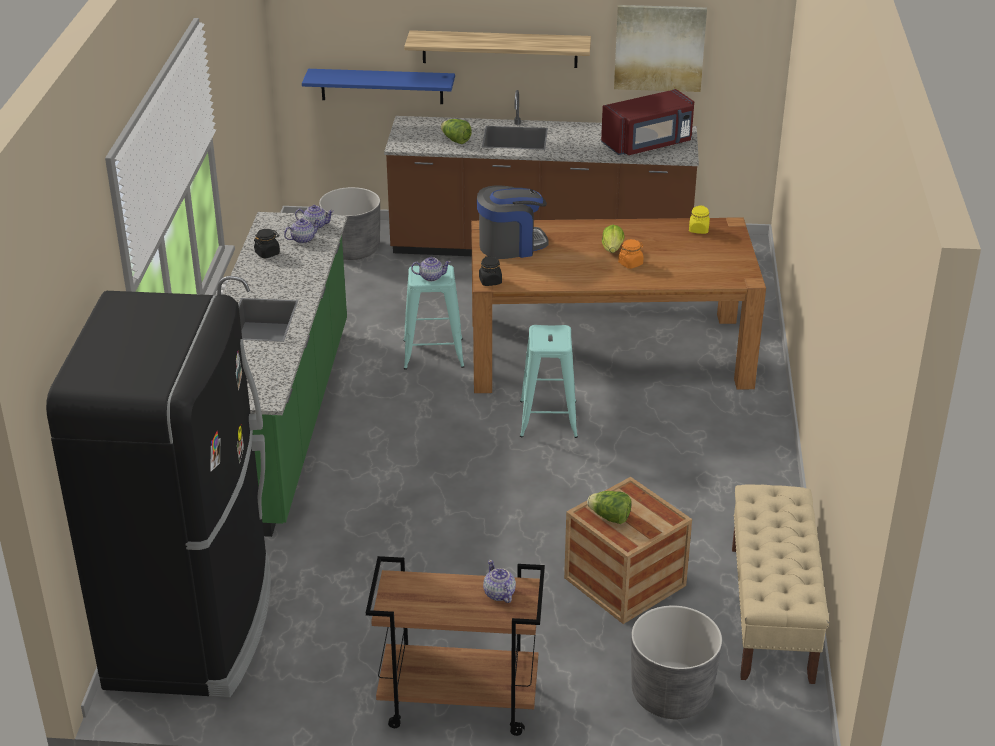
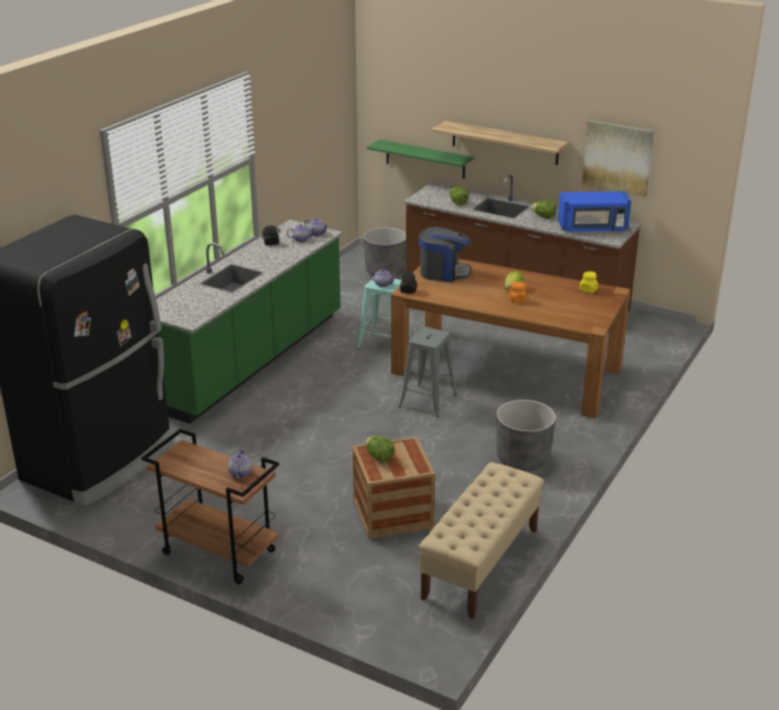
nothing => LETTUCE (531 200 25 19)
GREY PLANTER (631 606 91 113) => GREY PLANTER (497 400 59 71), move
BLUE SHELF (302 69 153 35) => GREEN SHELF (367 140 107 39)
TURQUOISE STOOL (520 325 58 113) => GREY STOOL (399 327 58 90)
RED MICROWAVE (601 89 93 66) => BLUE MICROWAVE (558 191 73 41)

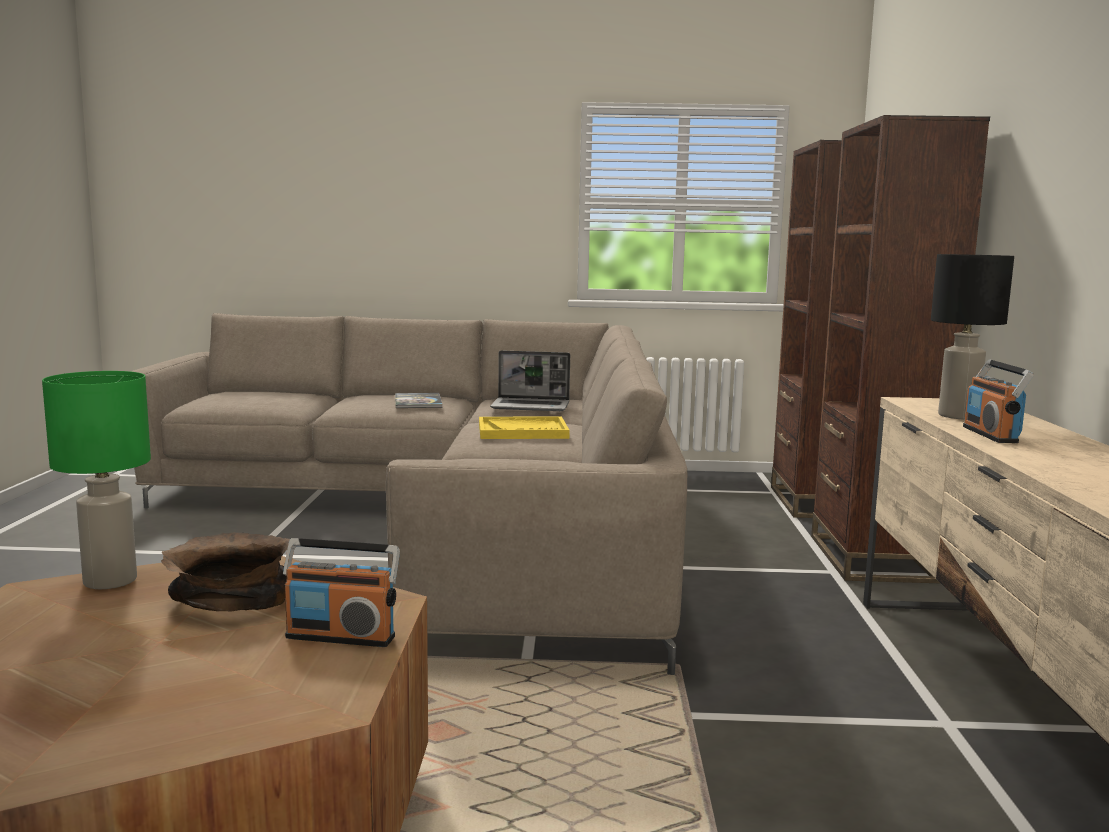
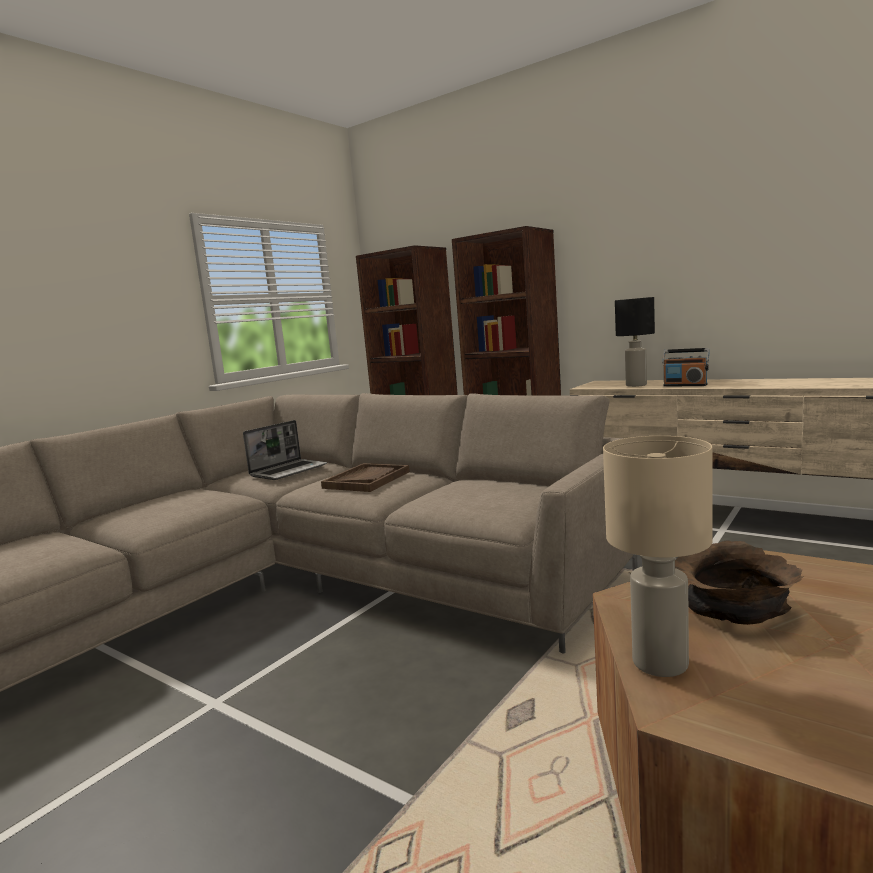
RADIO (283 538 117 109) => nothing
BOOK (395 393 48 15) => nothing
GREEN TABLE LAMP (42 371 109 218) => BEIGE TABLE LAMP (603 436 110 241)
YELLOW TRAY (479 417 91 22) => BROWN TRAY (321 463 89 29)

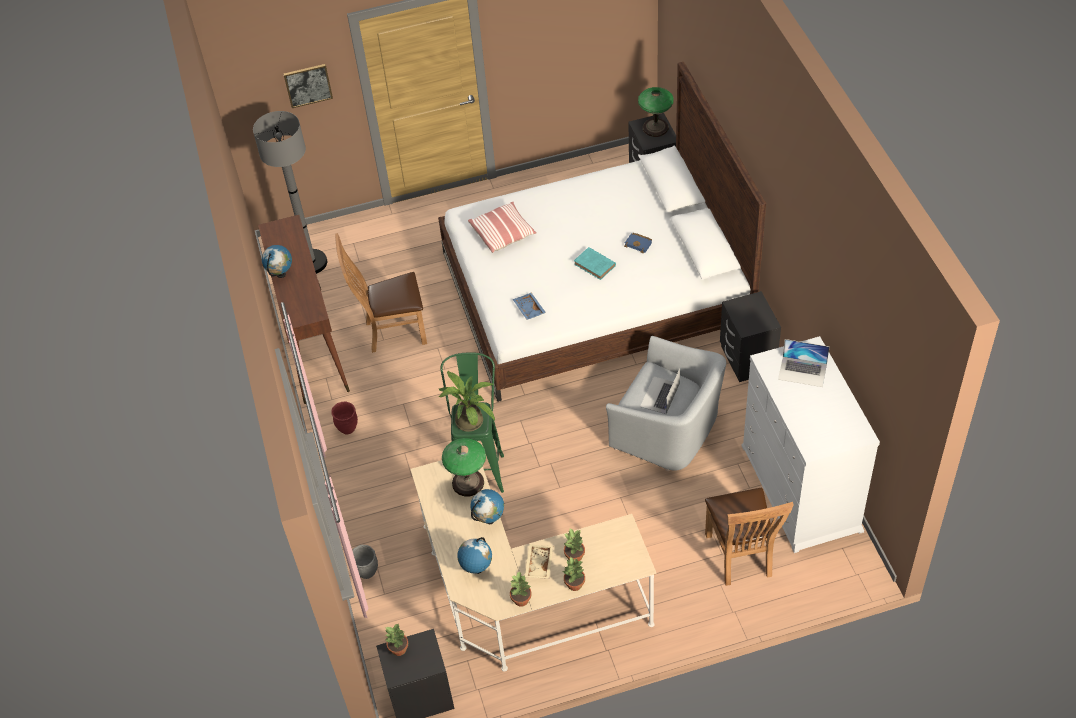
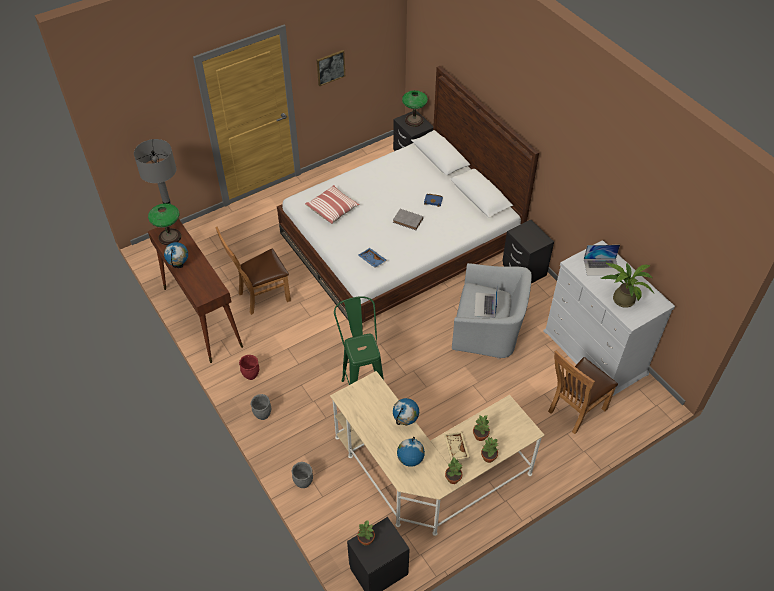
nothing => GREY PLANTER (250 394 21 26)
PICTURE (284 64 49 44) => PICTURE (317 50 28 36), move
POTTED PLANT (438 371 57 61) => POTTED PLANT (601 263 53 45), move
TABLE LAMP (442 438 44 58) => TABLE LAMP (148 203 33 42), move
TURQUOISE BOOK (574 247 42 33) => GREY BOOK (393 209 31 21)
BROWN CHAIR (705 488 89 98) => BROWN CHAIR (548 350 70 84), 75 degrees clockwise

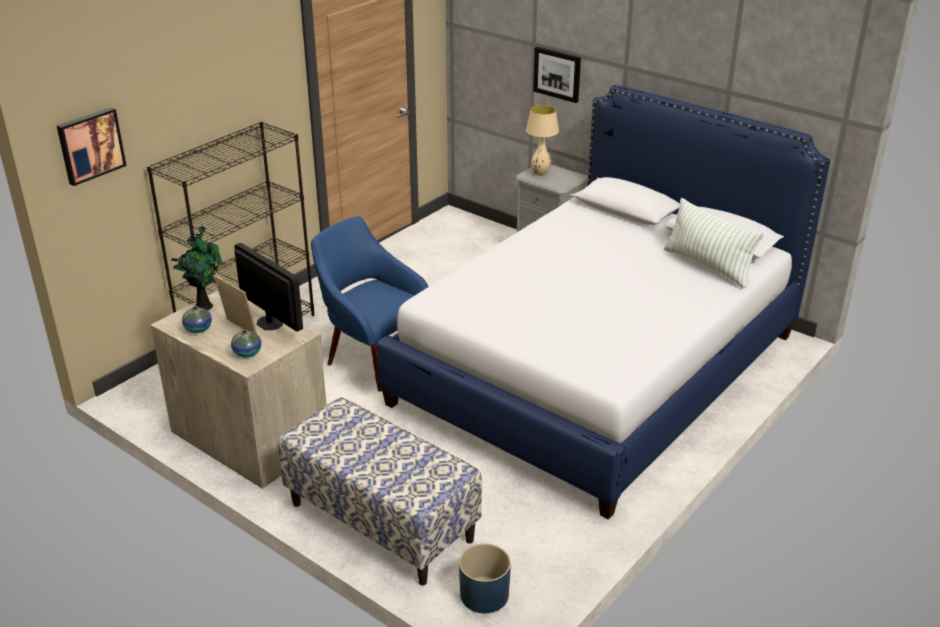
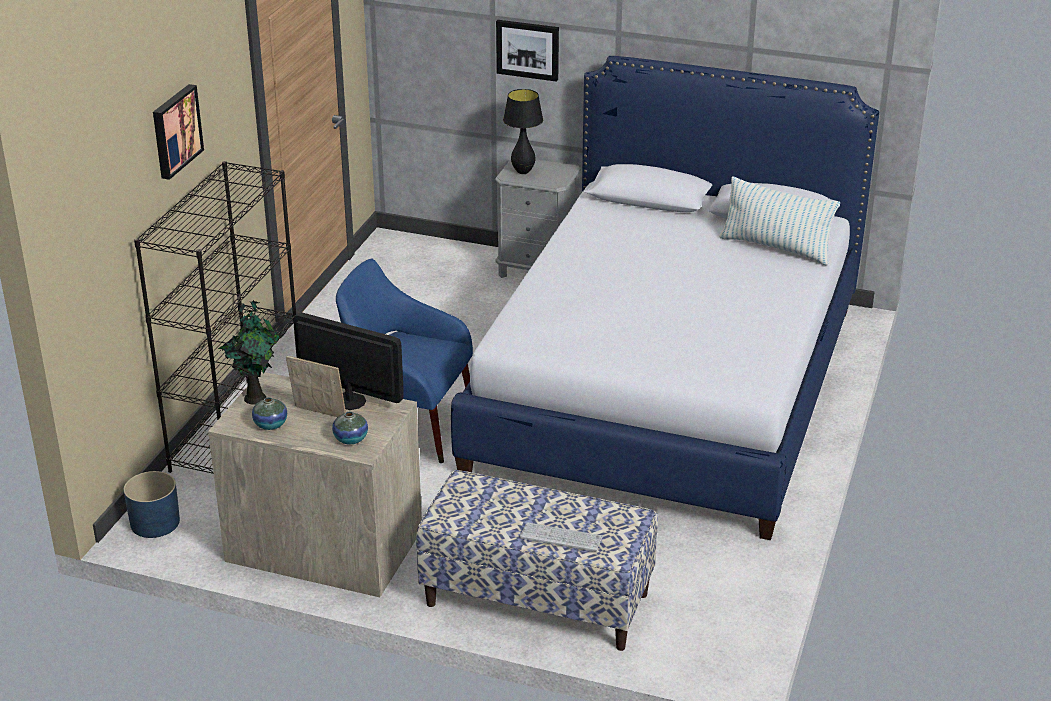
nothing => KEYBOARD (520 522 83 30)
PICTURE (57 107 69 79) => PICTURE (153 84 51 96), move
BLUE PLANTER (459 544 52 69) => BLUE PLANTER (124 471 56 67), move
BEIGE TABLE LAMP (526 105 33 71) => BLACK TABLE LAMP (503 89 40 85)

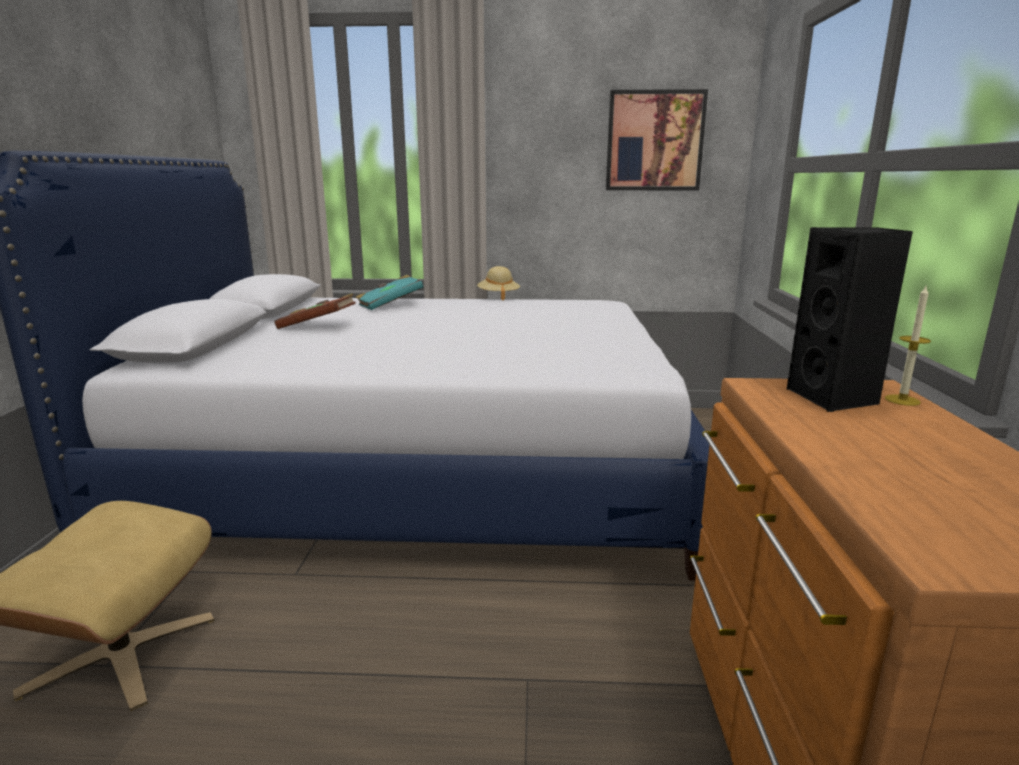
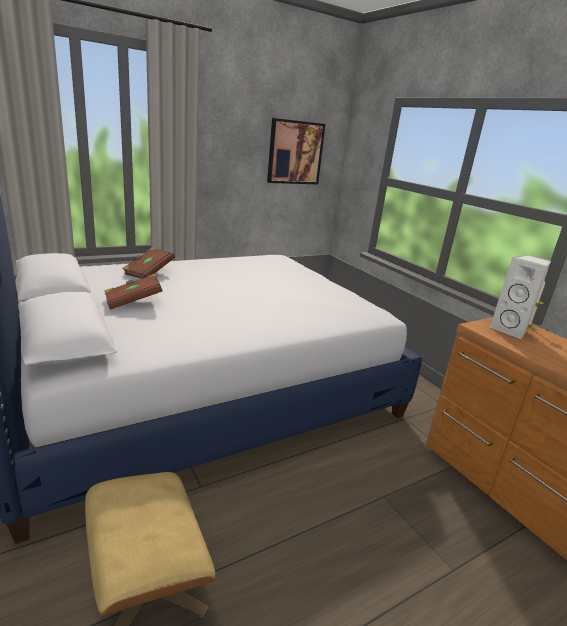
BEIGE HAT (477 266 43 35) => nothing
TURQUOISE BOOK (356 275 67 35) => BROWN BOOK (122 247 53 32)
BLACK SPEAKER (786 227 127 185) => WHITE SPEAKER (490 255 61 84)

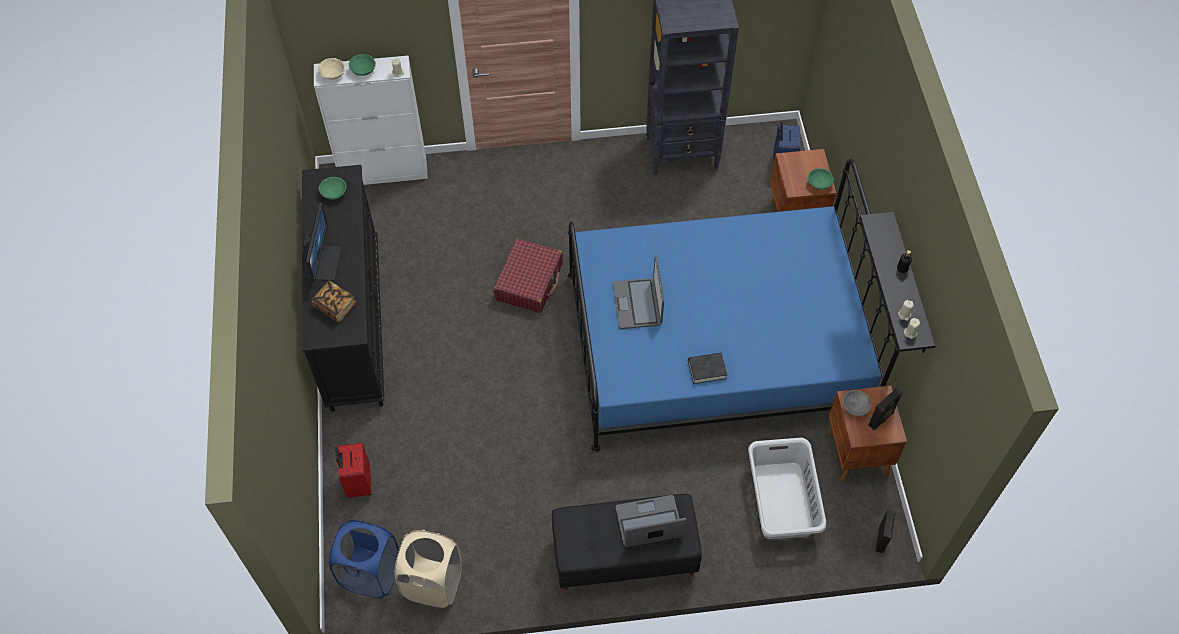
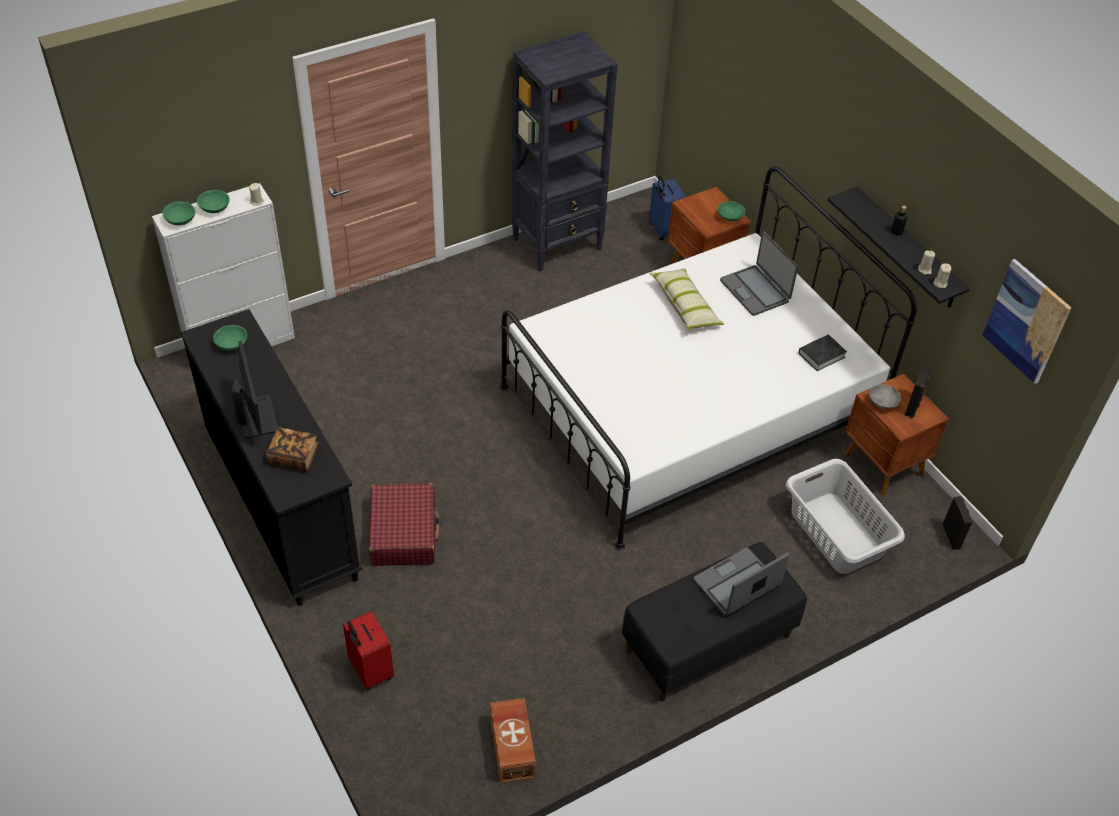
BLUE LAUNDRY BASKET (329 520 70 78) => nothing
nothing => PILLOW (649 268 75 62)
nothing => PICTURE (983 259 89 125)
RED SUITCASE (494 238 69 75) => RED SUITCASE (369 483 71 83), move
LAPTOP (613 255 51 74) => LAPTOP (720 231 78 85), move
BLACK BOOK (688 353 40 31) => BLACK BOOK (799 335 48 36), move
BEIGE LAUNDRY BASKET (395 530 67 78) => BROWN STORAGE BOX (490 698 46 85)
BEIGE BOWL (318 58 27 22) => GREEN BOWL (162 201 33 24)
BLUE BED (568 159 331 293) => WHITE BED (499 167 418 383)

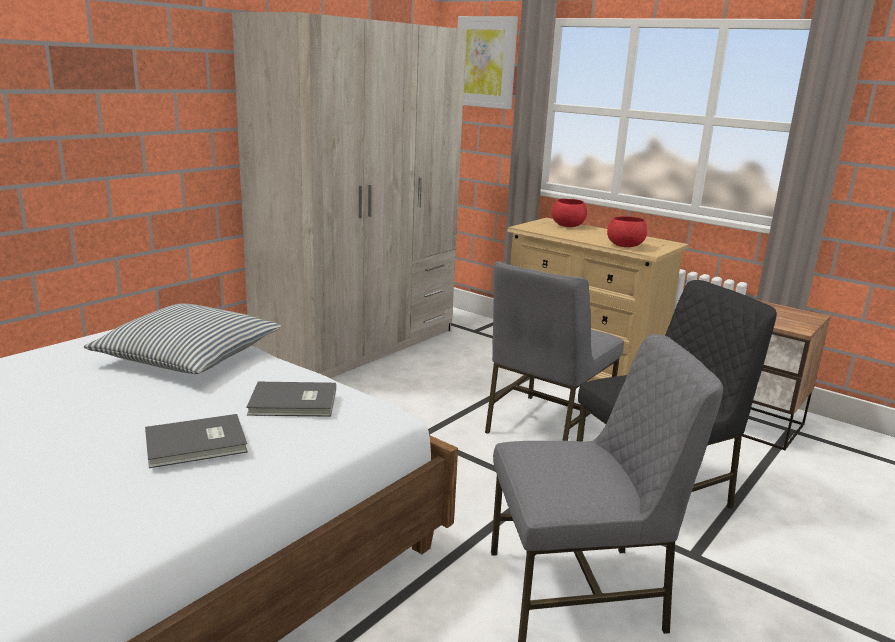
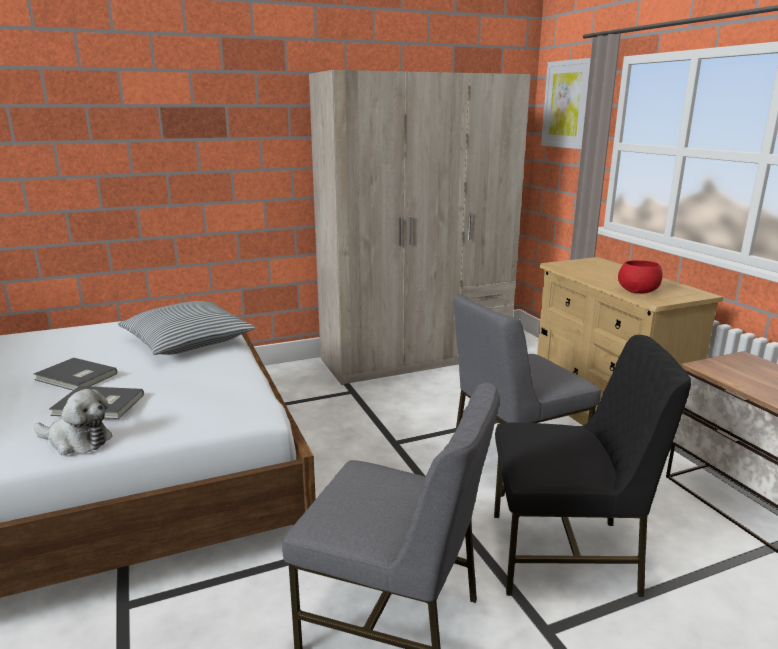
RED BOWL (552 199 35 28) => nothing
nothing => PLUSH TOY (34 389 79 66)
GREY BOOK (246 382 90 35) => GREY BOOK (34 358 83 32), move

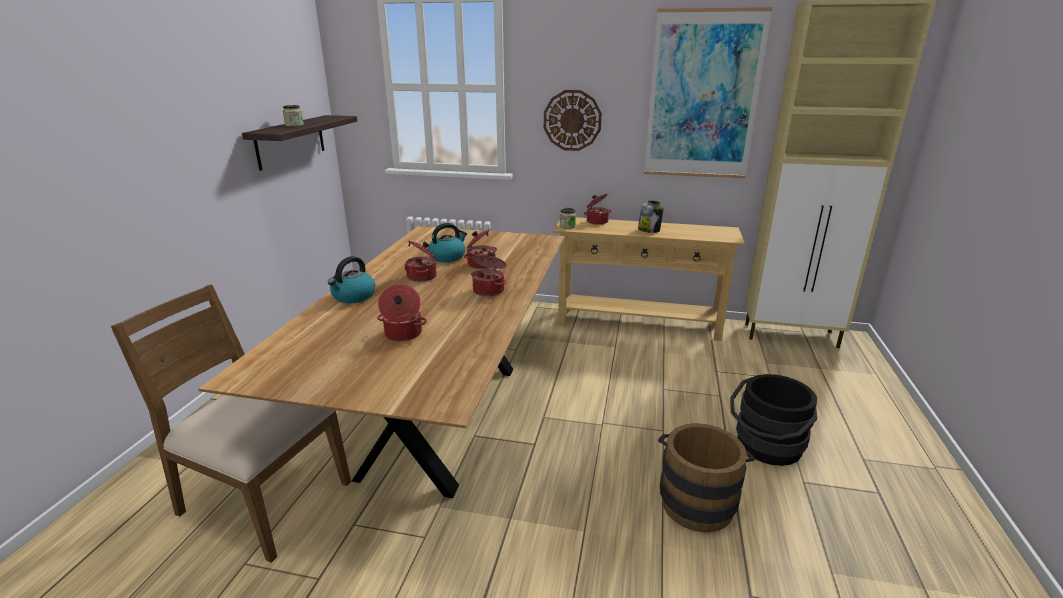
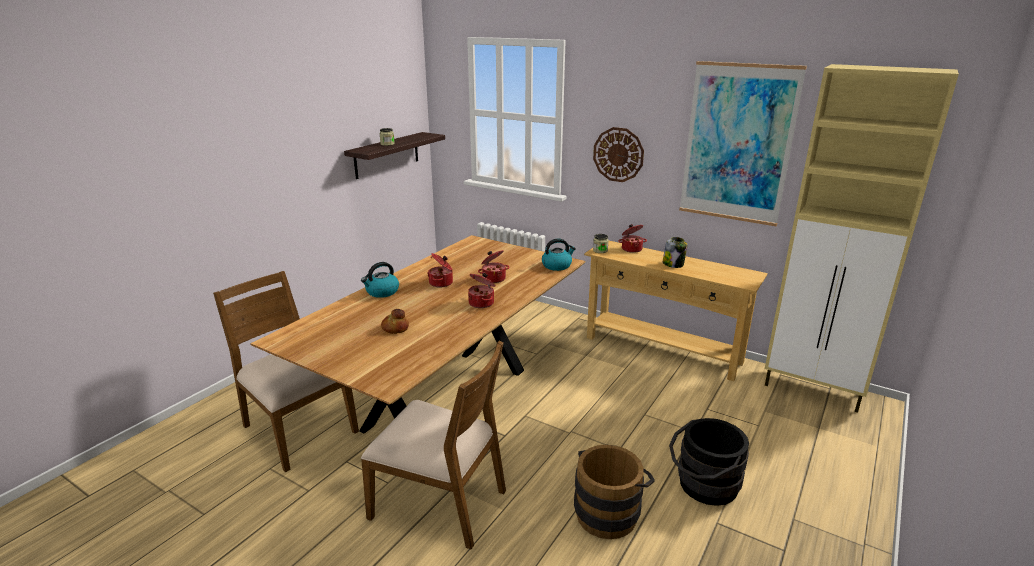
nothing => BROWN CHAIR (361 341 145 209)
KETTLE (428 223 39 39) => KETTLE (542 238 34 33), move
COOKING POT (377 284 50 57) => BREAD (381 309 28 25)

